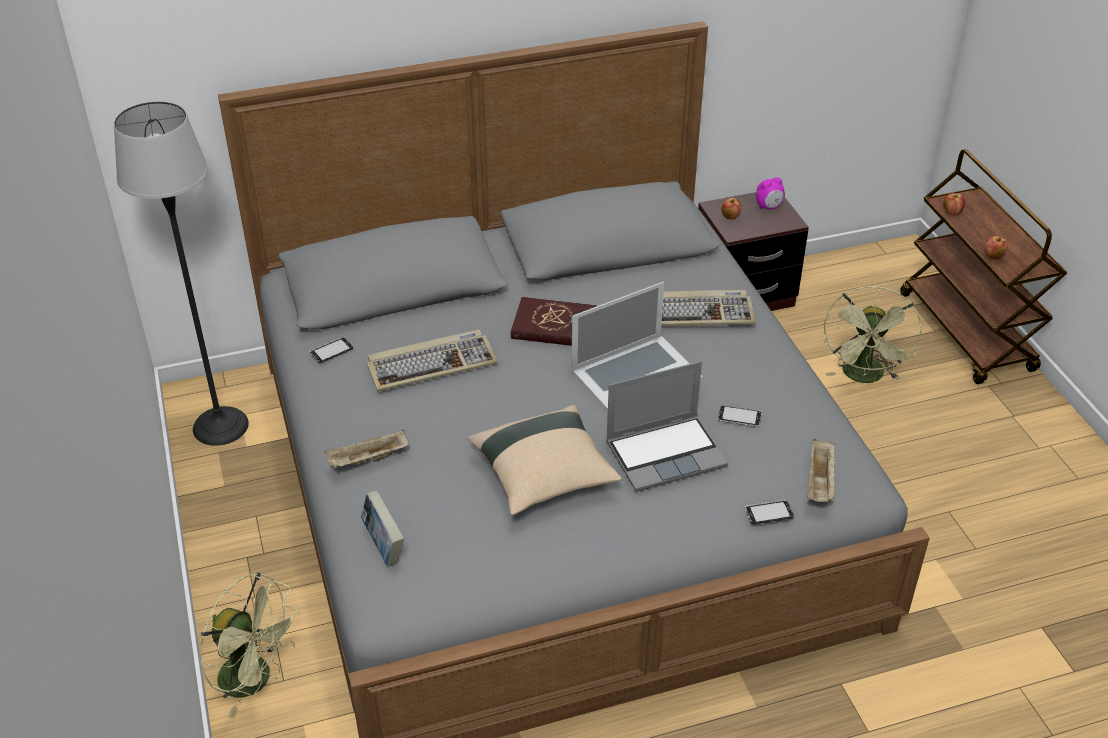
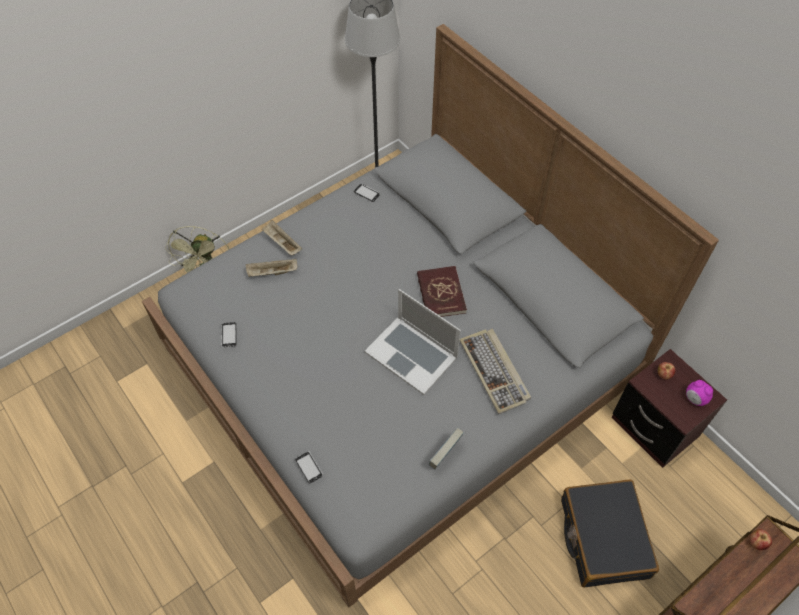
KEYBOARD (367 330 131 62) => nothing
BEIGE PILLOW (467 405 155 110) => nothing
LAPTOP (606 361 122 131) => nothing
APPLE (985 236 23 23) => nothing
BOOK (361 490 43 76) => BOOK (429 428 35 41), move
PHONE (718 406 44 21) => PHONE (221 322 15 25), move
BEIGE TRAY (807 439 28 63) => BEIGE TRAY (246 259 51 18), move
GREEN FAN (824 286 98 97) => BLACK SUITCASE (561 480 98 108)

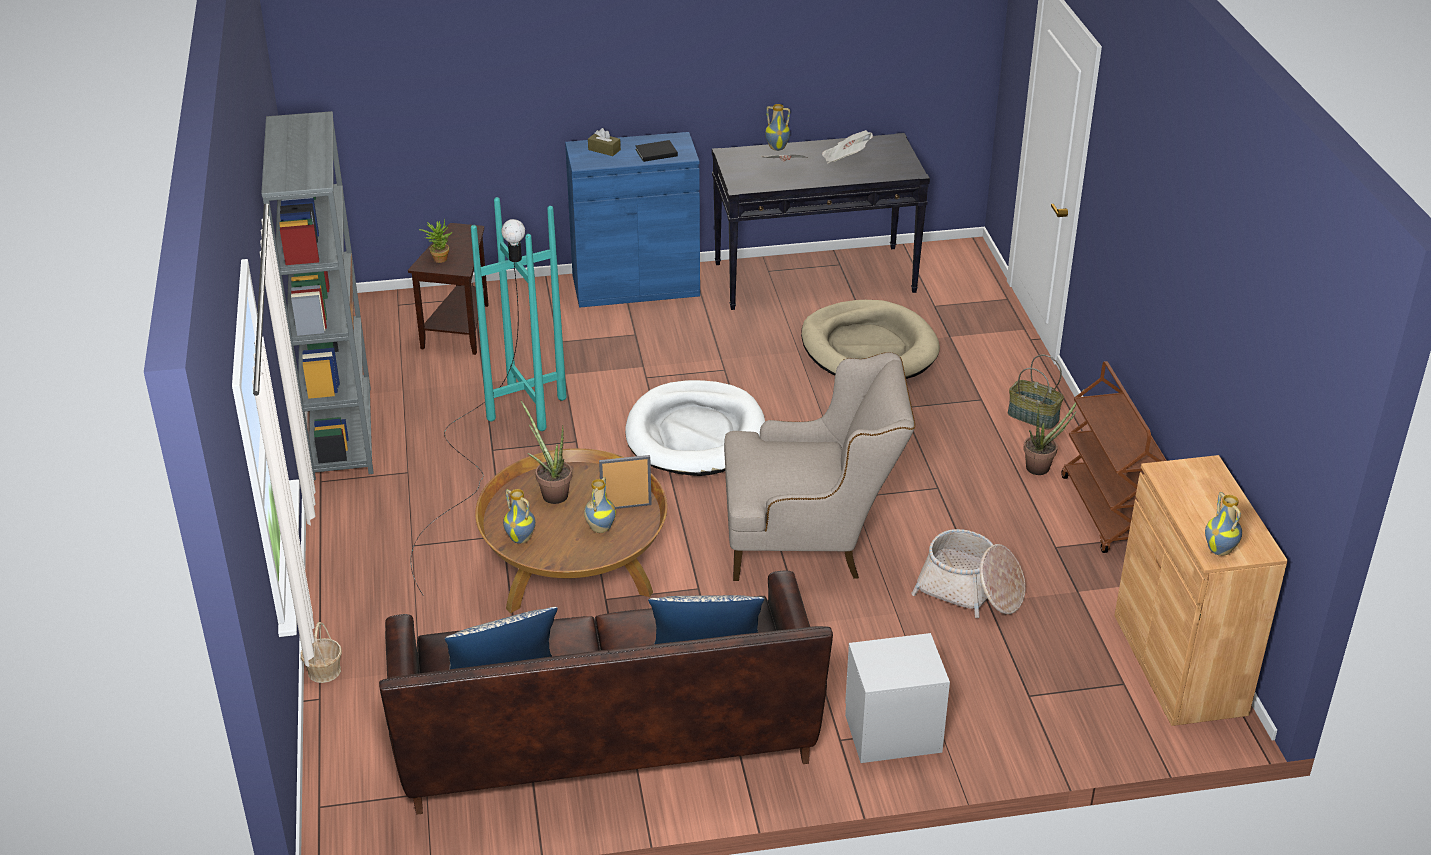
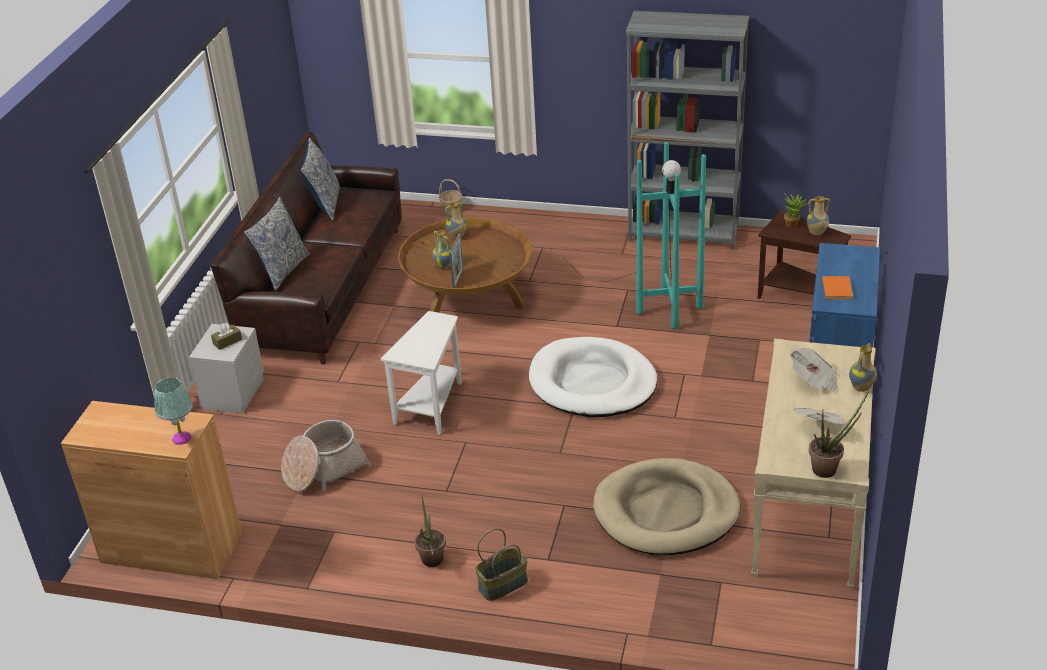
BROWN CART (1061 361 106 192) => nothing
nothing => TURQUOISE TABLE LAMP (154 377 39 68)
POTTED PLANT (521 401 51 103) => POTTED PLANT (809 390 60 88), move
BROWN TISSUE BOX (588 128 33 28) => BROWN TISSUE BOX (211 323 31 27), move
VASE (1205 492 37 64) => VASE (807 196 23 40), move
BEIGE ARMCHAIR (724 352 191 229) => WHITE SIDE TABLE (381 311 81 124)
BLACK BOOK (635 140 43 22) => ORANGE BOOK (822 276 31 24)
BLACK CONSOLE TABLE (712 133 218 177) => BEIGE CONSOLE TABLE (751 339 125 251)

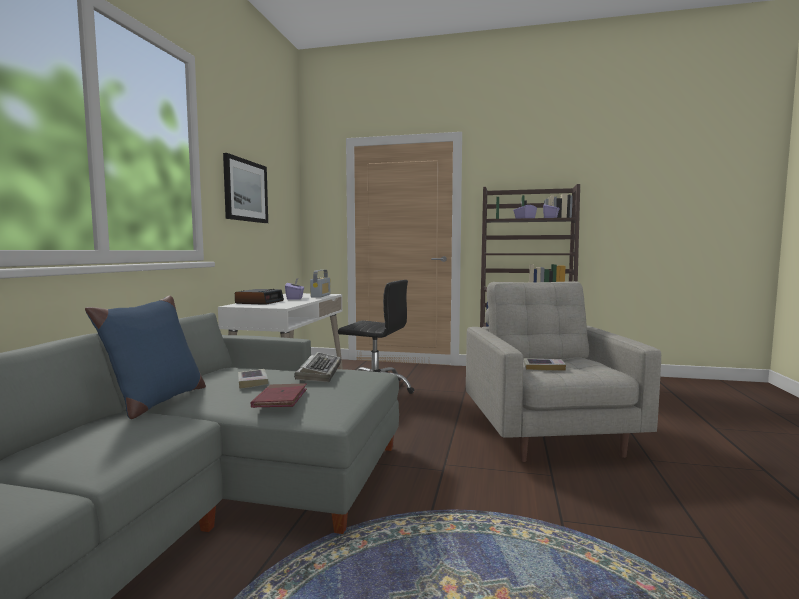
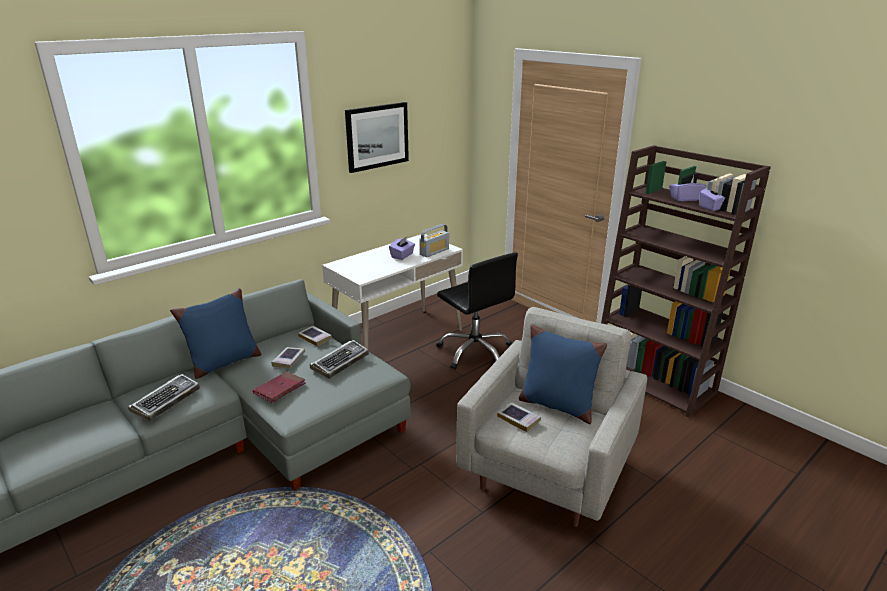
ALARM CLOCK (235 289 49 16) => nothing
nothing => KEYBOARD (128 374 72 47)
nothing => BOOK (298 326 34 20)
nothing => BLUE PILLOW (519 324 88 100)

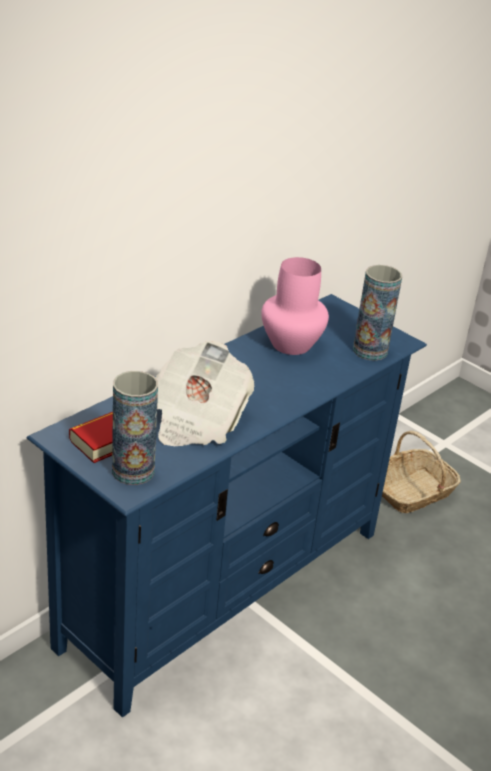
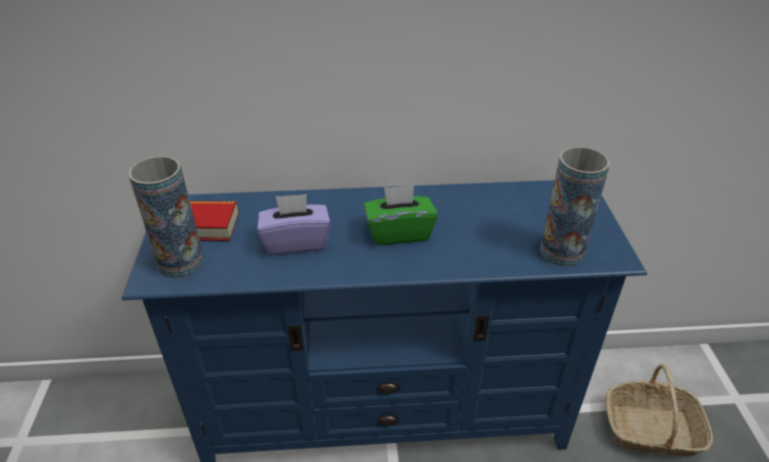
PINK VASE (261 257 68 98) => nothing
nothing => GREEN TISSUE BOX (364 185 74 60)
NEWSPAPER (155 341 100 105) => PURPLE TISSUE BOX (258 194 73 61)

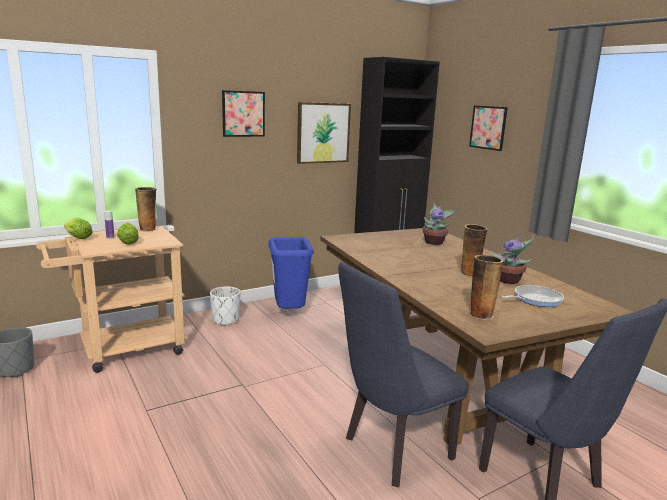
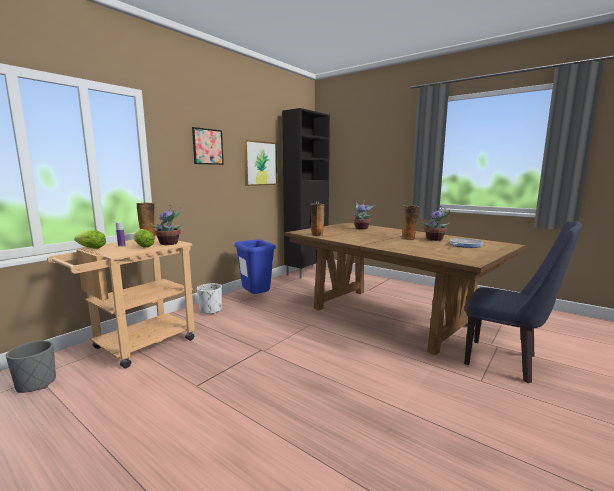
BLUE CHAIR (338 262 131 225) => nothing
PICTURE (469 105 39 46) => nothing
nothing => POTTED PLANT (151 205 32 40)
VASE (469 255 34 65) => VASE (310 204 15 32), move

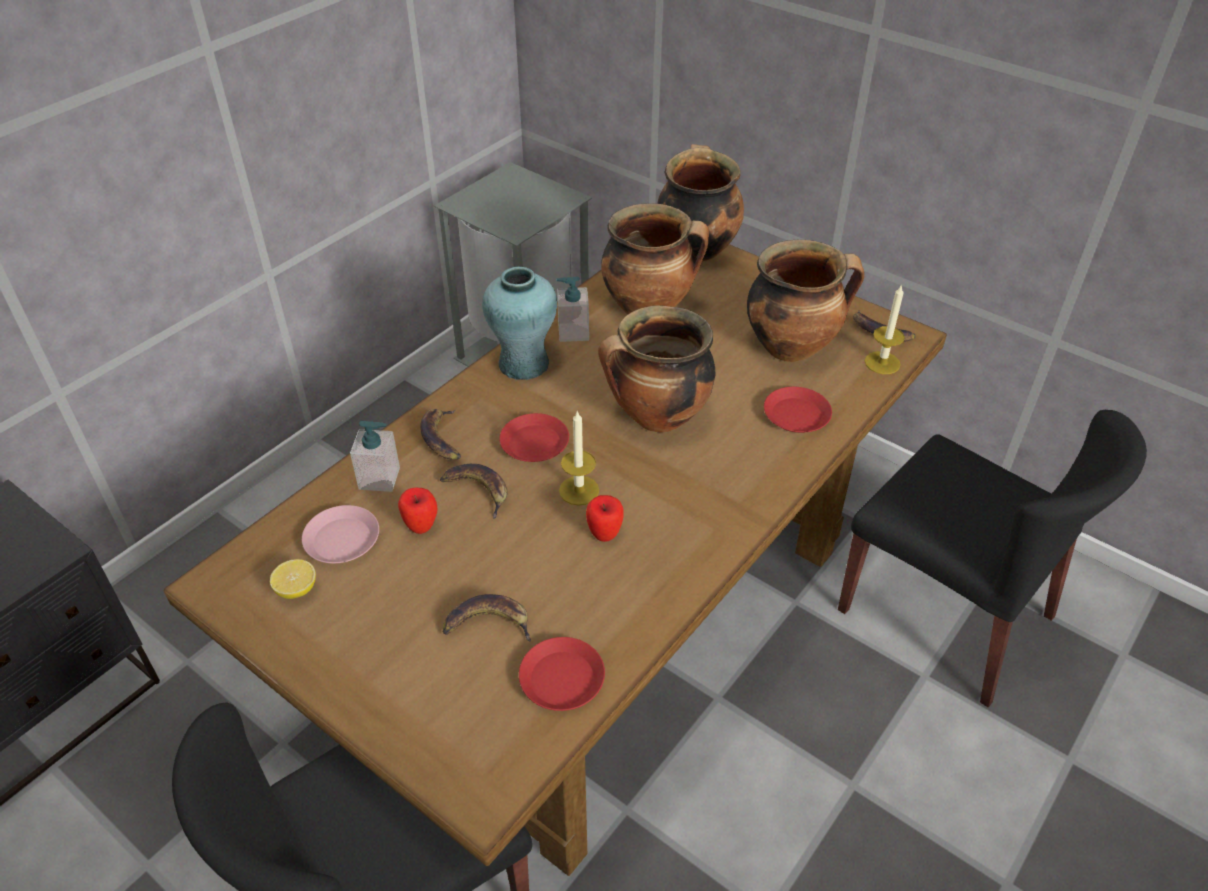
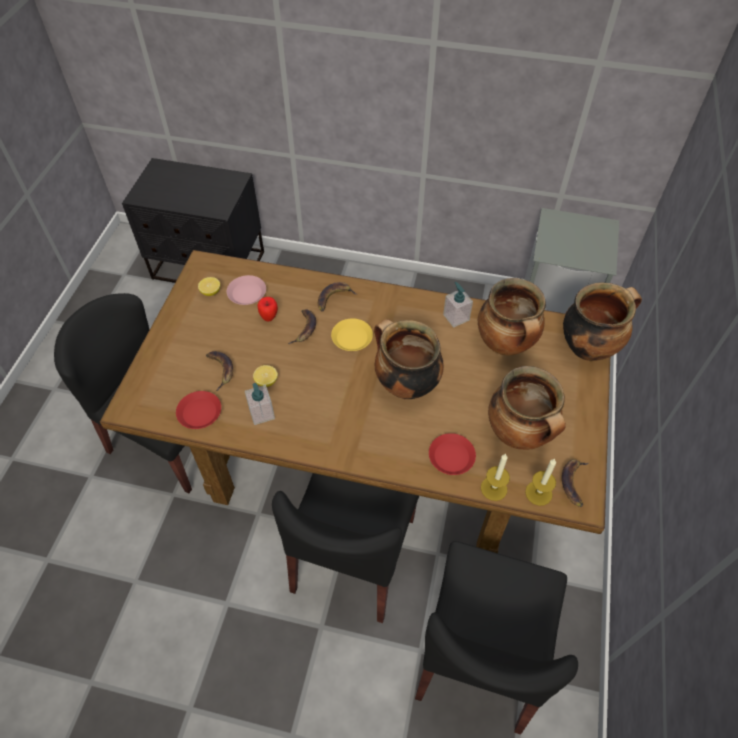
TURQUOISE VASE (482 267 75 113) => nothing
APPLE (586 495 38 47) => nothing
nothing => LEMON (253 365 25 22)
nothing => BLACK CHAIR (272 473 147 150)
SOAP DISPENSER (350 421 50 71) => SOAP DISPENSER (245 383 30 42), move
CANDLE (559 411 40 95) => CANDLE (481 454 29 47), move
RED PLATE (499 413 70 49) => YELLOW PLATE (331 318 42 33)

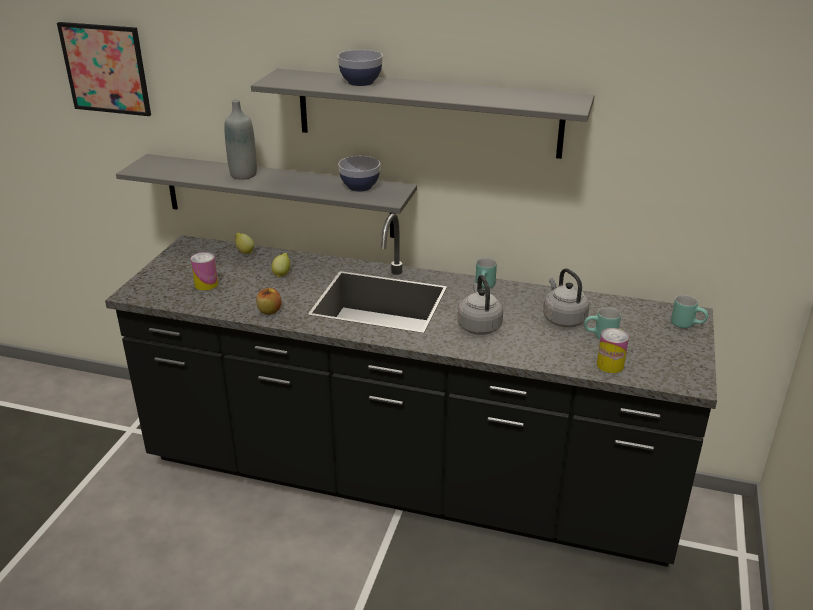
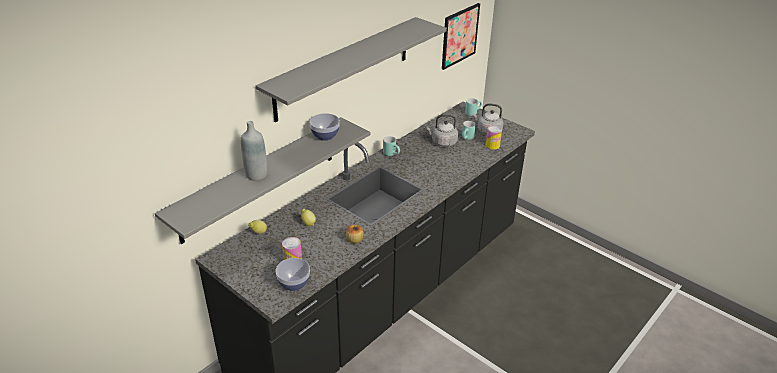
PICTURE (57 22 94 94) => PICTURE (442 3 38 67), move
BOWL (338 50 45 36) => BOWL (275 258 35 33), move
GREY KETTLE (458 275 45 60) => GREY KETTLE (472 103 31 32), move

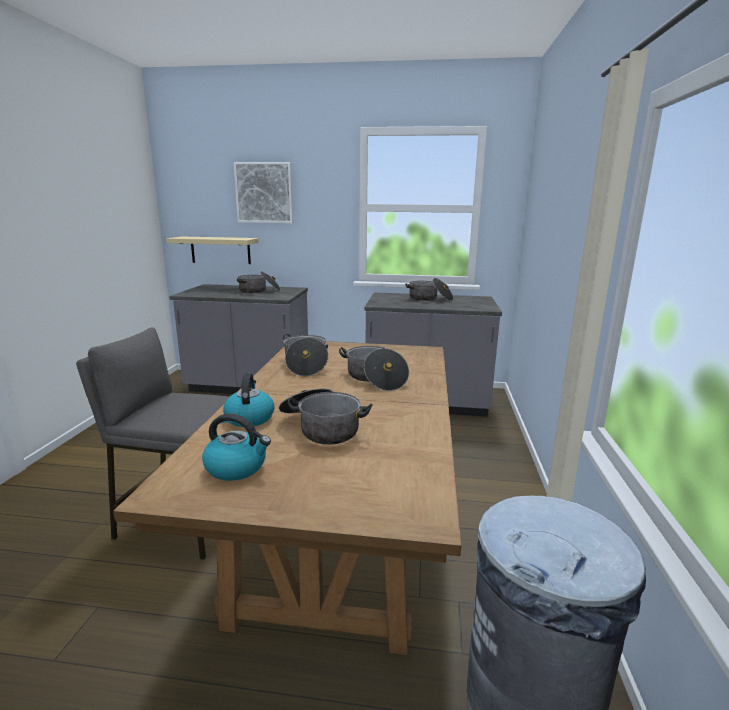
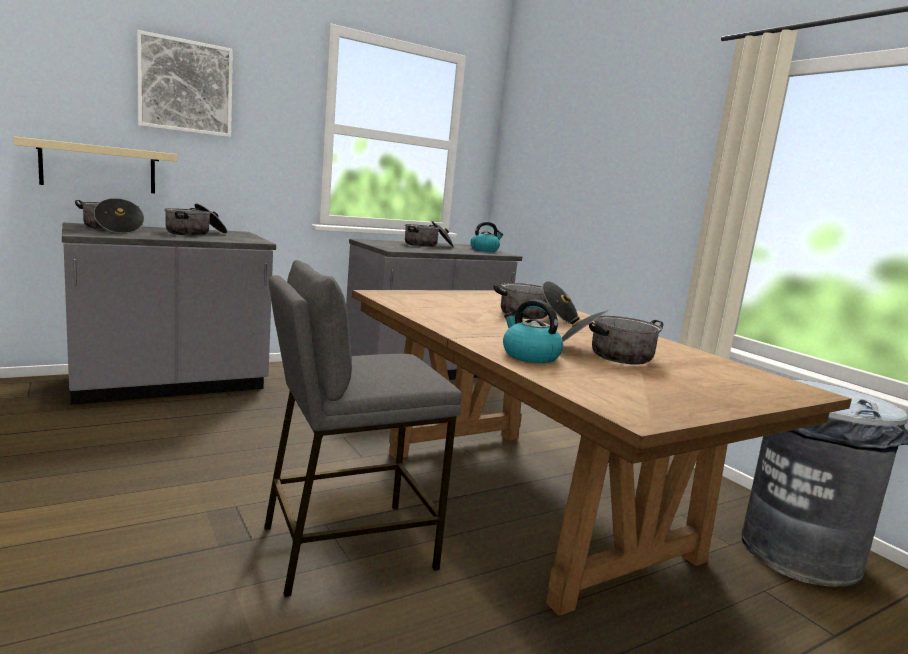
KETTLE (202 413 69 68) => KETTLE (470 222 33 30), move
COOKING POT (283 334 45 42) => COOKING POT (75 198 69 35), move

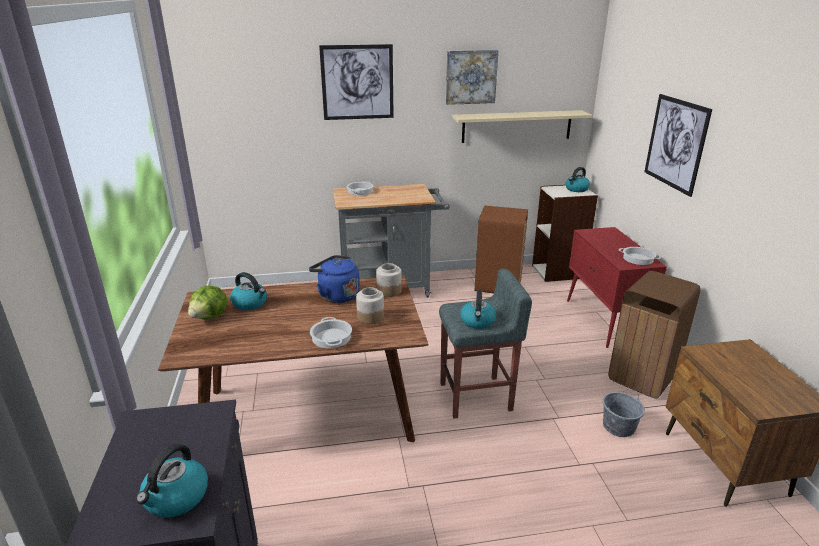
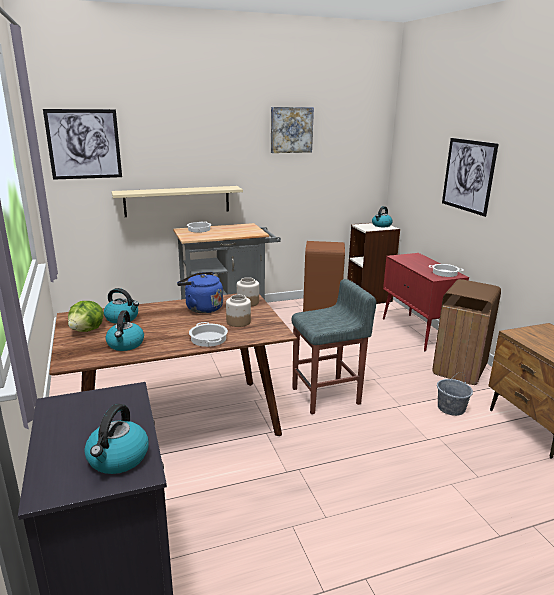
PICTURE (319 44 75 76) => PICTURE (43 109 79 71), move
BEIGE SHELF (452 110 140 33) => BEIGE SHELF (112 186 131 31), move
KETTLE (460 290 36 39) => KETTLE (105 311 39 40), move

